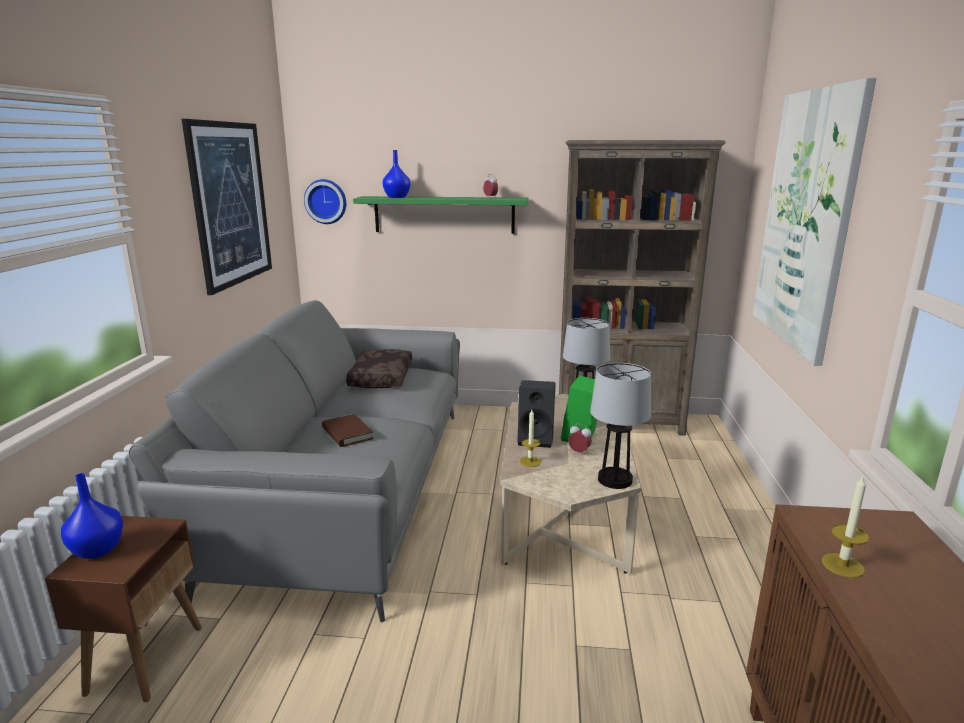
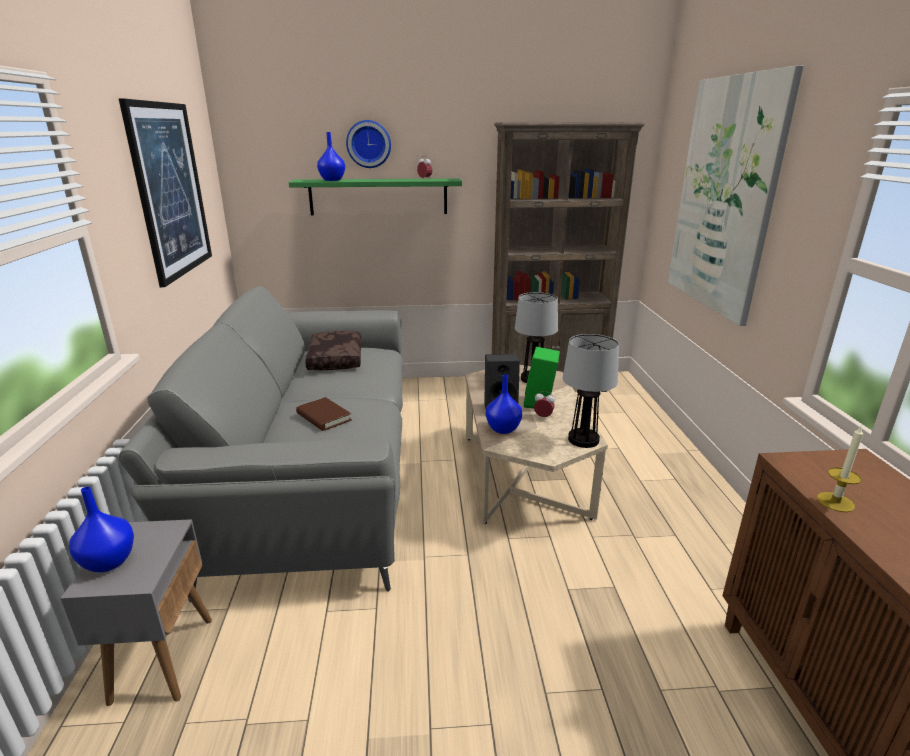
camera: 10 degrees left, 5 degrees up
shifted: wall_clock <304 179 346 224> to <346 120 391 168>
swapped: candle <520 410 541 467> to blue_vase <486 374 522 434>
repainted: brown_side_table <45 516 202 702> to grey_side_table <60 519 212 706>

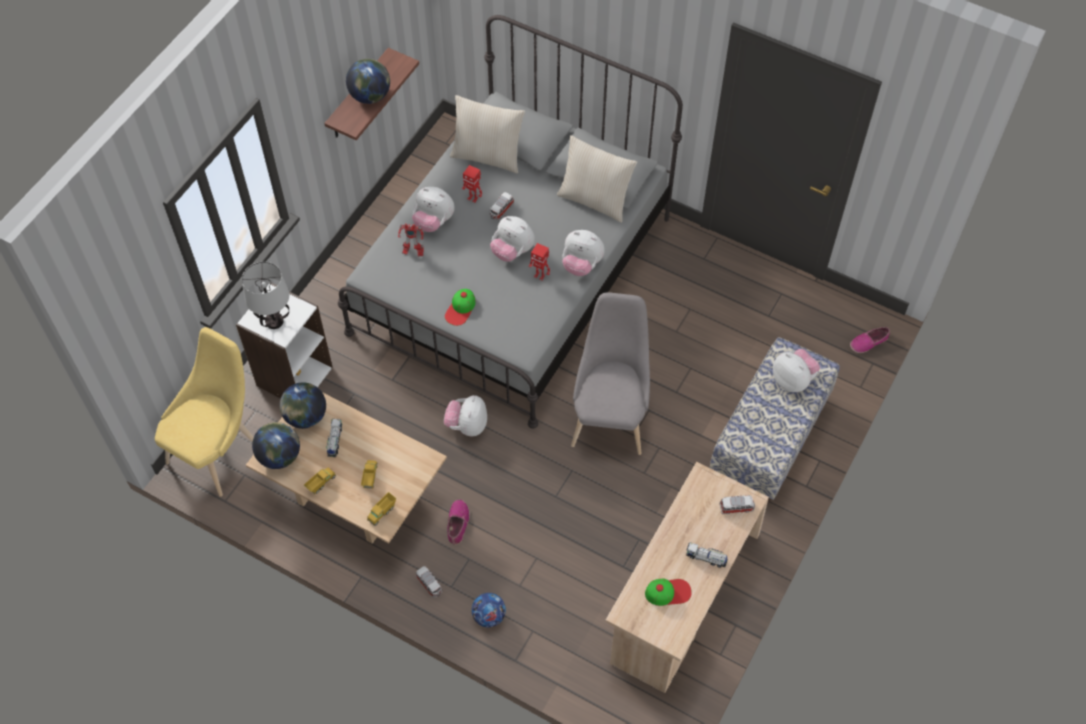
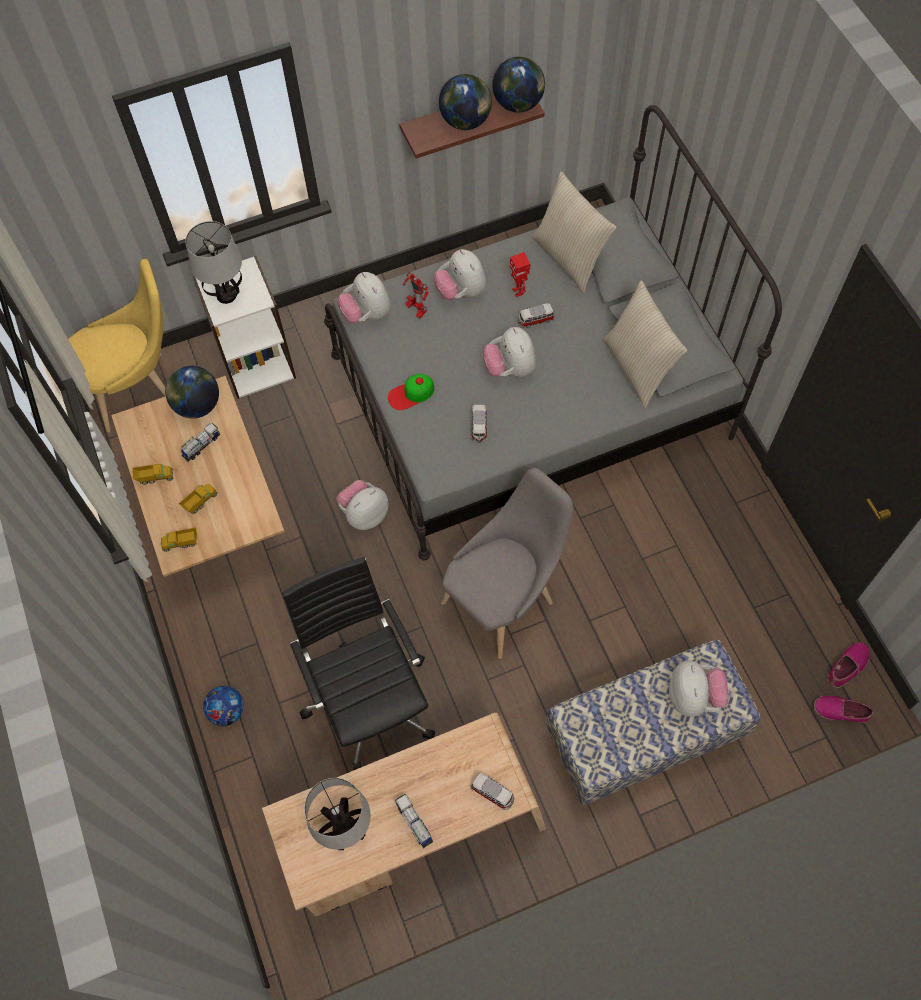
camera: 40 degrees right, 5 degrees up
gone: toy_robot <528 243 550 281>
new: black_office_chair <282 557 435 770>
shifted: plush_toy <562 230 605 276> to <338 272 391 324>; toy_car <415 566 442 597> to <471 405 487 442>; globe <252 422 300 469> to <492 57 545 112>; shoe <447 499 470 545> to <828 642 870 688>
swapped: cap <645 578 692 606> to table_lamp <304 778 371 850>

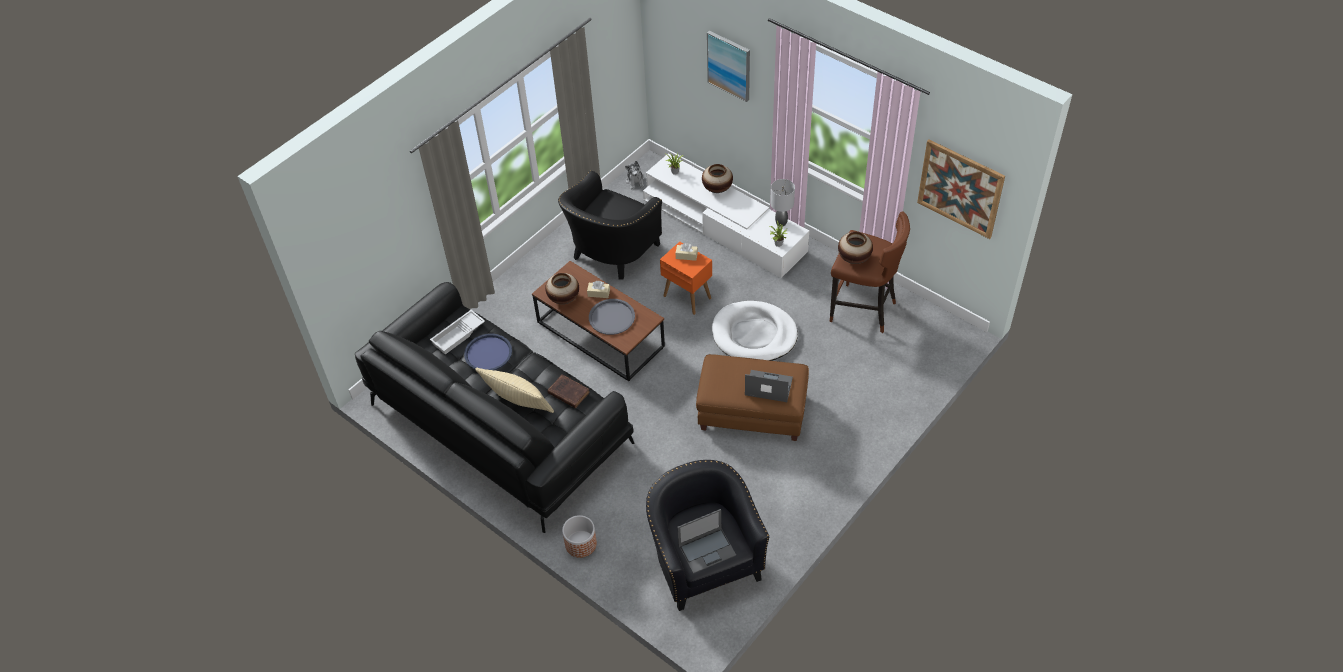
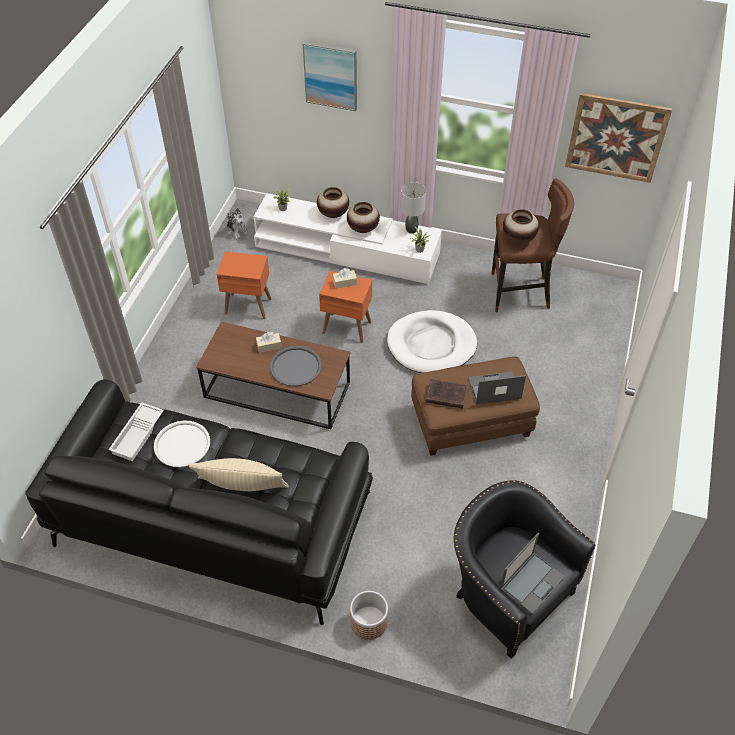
camera: 25 degrees left, 0 degrees up
shifted: vase <545 273 579 304> to <347 202 380 233>; brown_book <547 374 590 408> to <426 379 467 408>
swapped: black_armchair <558 170 662 280> to orange_side_table <217 251 271 319>
repainted: blue_tray <464 333 512 370> to white_tray <154 421 210 467>

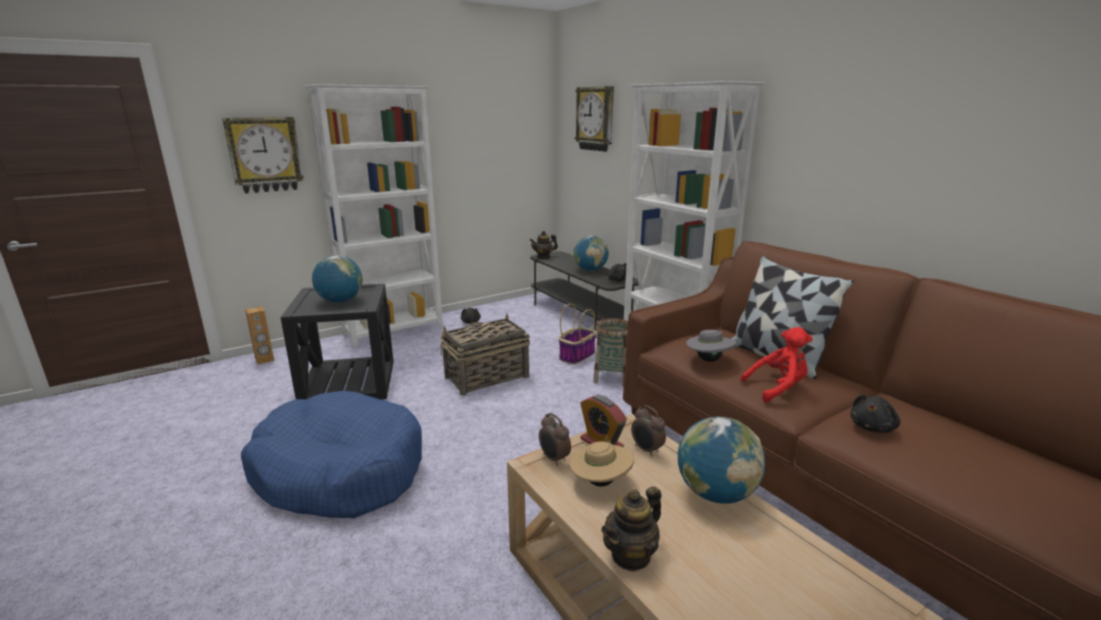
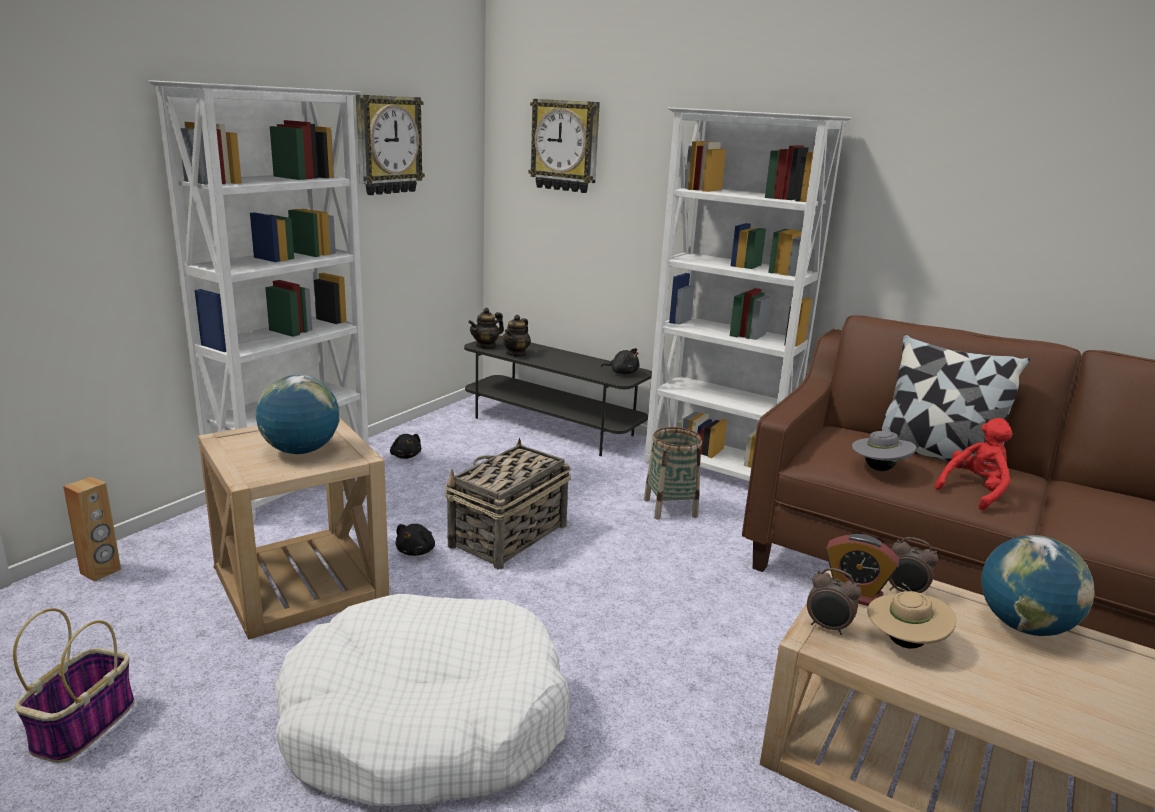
camera: 25 degrees left, 0 degrees up
gone: globe <573 236 609 271>
shifted: basket <558 304 596 365> to <13 608 135 763>; wall_clock <222 117 304 194> to <356 94 425 195>; black_plush_toy <851 394 901 433> to <395 524 435 556>; teapot <601 486 661 572> to <502 314 531 357>
repainted: black_side_table <281 284 394 400> to beige_side_table <198 417 389 639>; blue_dog_bed <241 391 422 518> to white_dog_bed <275 594 569 807>

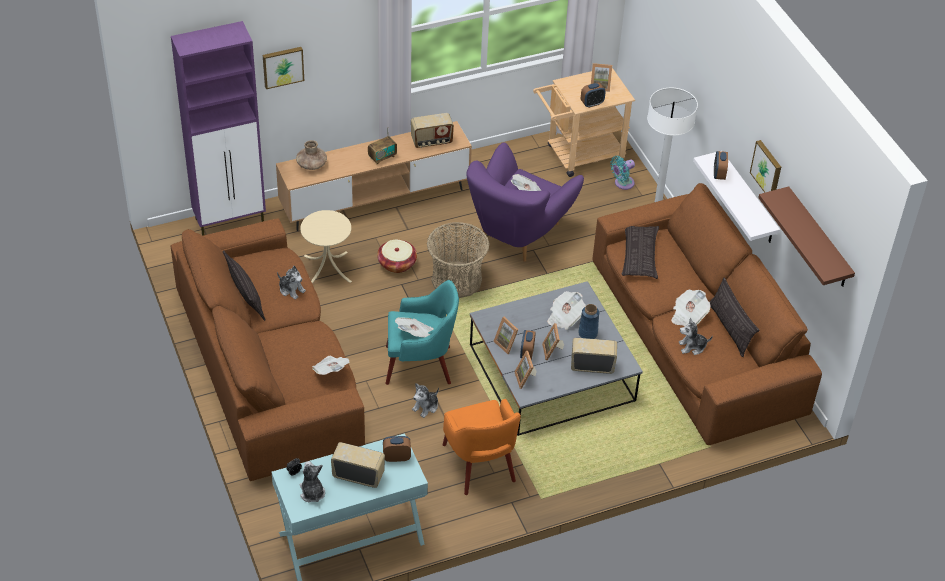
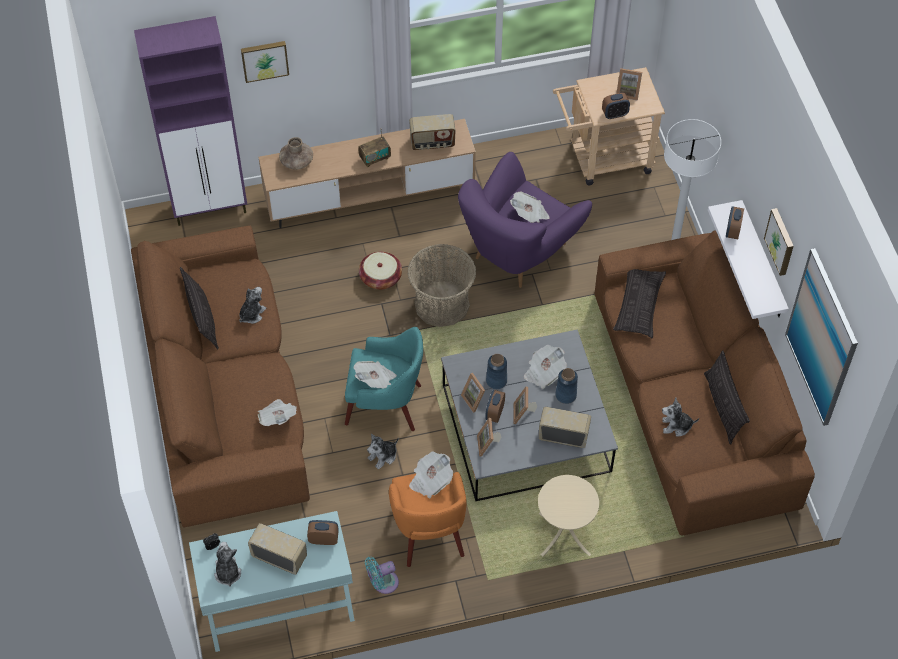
camera: 10 degrees right, 10 degrees up
new: blue_vase <486 354 507 389>
shifted: turquoise_fan <610 156 635 190> to <365 557 399 594>; newspaper <671 290 710 326> to <409 451 453 498>; beige_side_table <300 210 352 283> to <538 475 599 557>
swapped: brown_shelf <758 186 855 287> to picture <785 248 858 426>
rotated: plush_toy <277 266 306 300> = <239 287 266 324> 105 degrees counterclockwise

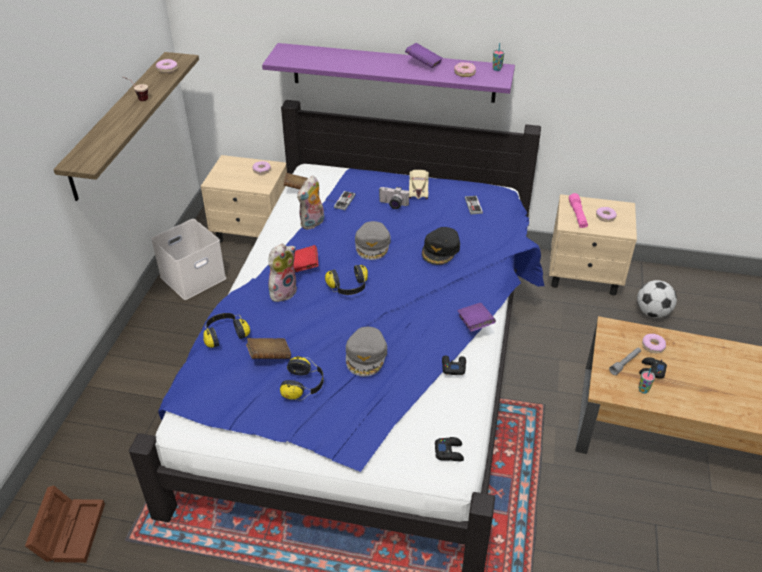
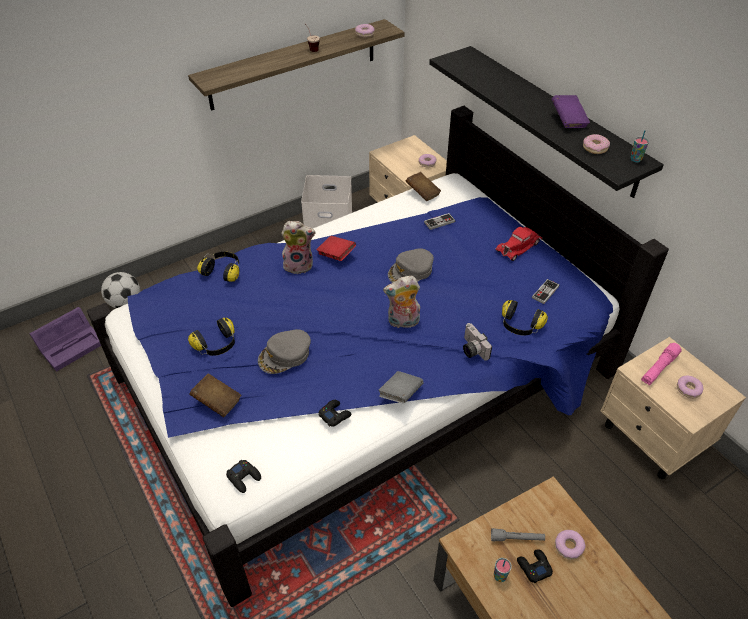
camera: 45 degrees right, 5 degrees up
gone: black_cap <422 227 460 265>
shifted: football <637 280 677 318> to <101 272 140 308>; brown_book <246 338 291 359> to <189 373 242 417>; plush_toy <297 175 324 230> to <383 276 420 328>; photo_camera <379 187 409 209> to <463 323 492 361>; headphones <325 265 368 295> to <502 300 548 336>
repainted: brown_storage_box <25 485 105 563> to purple_storage_box <29 307 101 372>; purple_book <458 303 496 332> to grey_book <379 371 423 404>; purple_shelf <262 43 515 103> to black_shelf <429 46 664 198>; beige_toy_car <409 170 429 199> to red_toy_car <495 227 542 261>

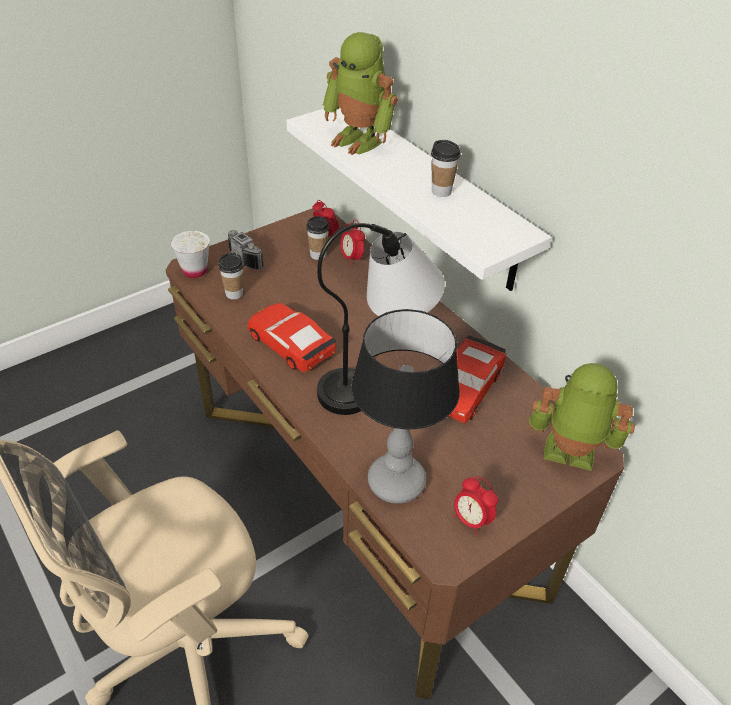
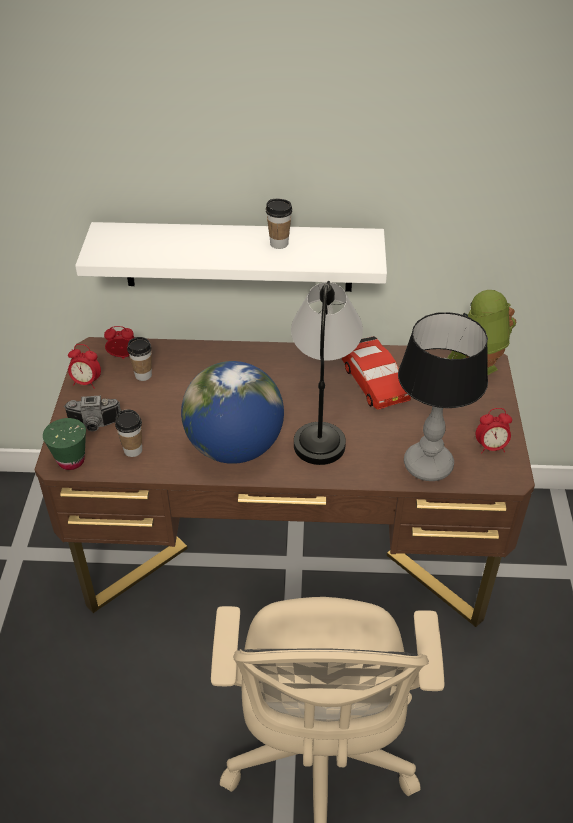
camera: 50 degrees left, 0 degrees up
gone: toy_robot <322 32 398 155>
shifted: alarm_clock <340 219 365 266> to <68 344 101 389>
swapped: red_toy_car <247 303 337 372> to globe <181 361 284 464>
repainted: white_cup <171 231 210 278> to green_cup <43 418 86 470>

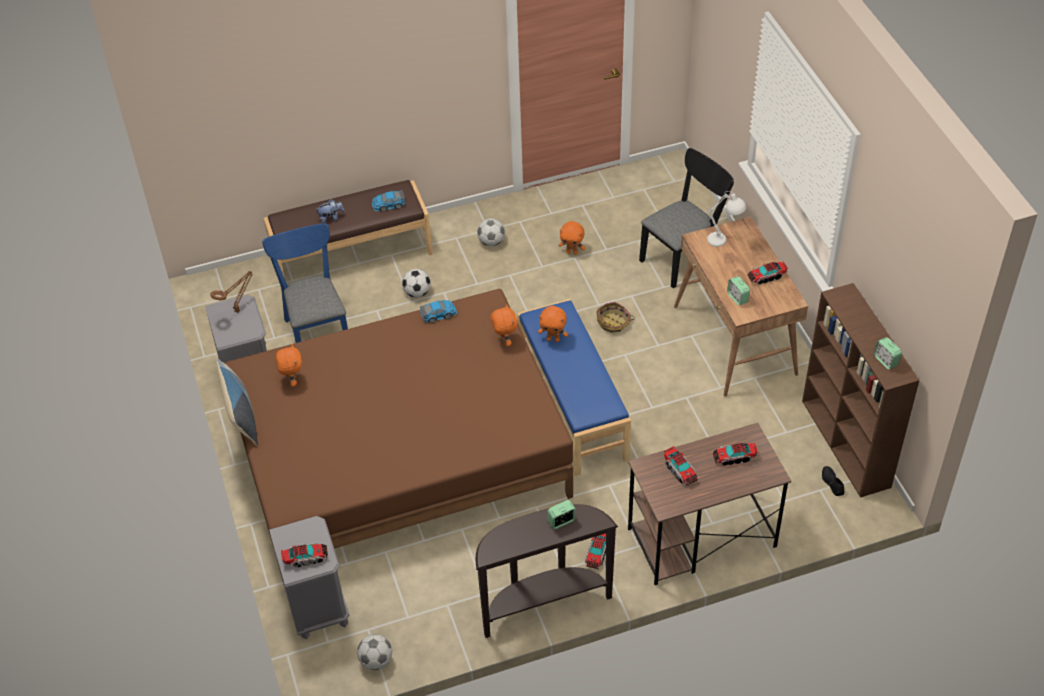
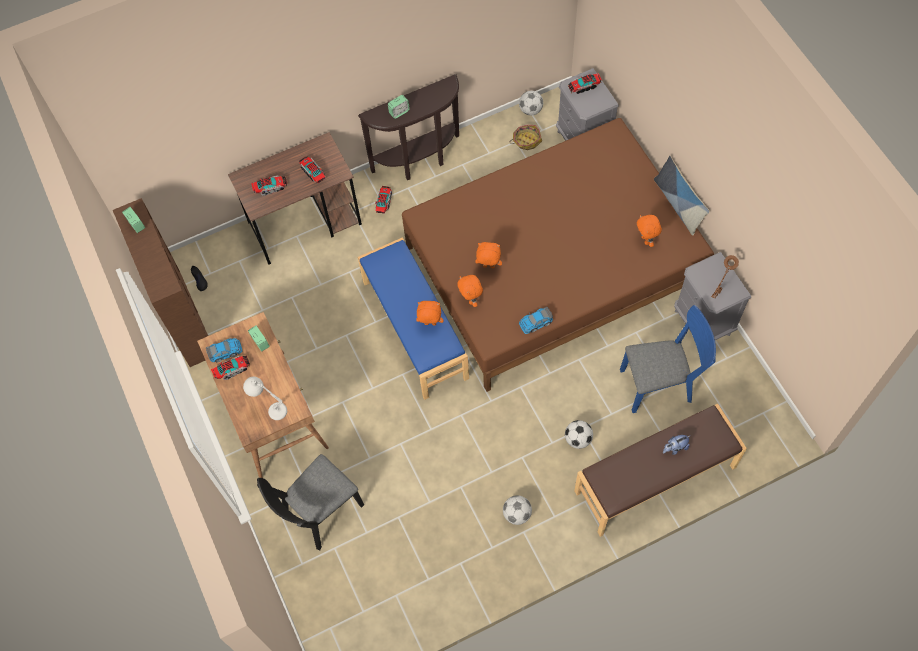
camera: 175 degrees right, 15 degrees up
shifted: toy_car <372 190 405 211> to <206 338 242 362>; orange_plush_toy <559 221 585 255> to <475 242 502 268>; basket <596 302 635 333> to <510 125 542 150>
rotated: blue_chair <262 223 348 343> = <620 305 716 413> 75 degrees counterclockwise

